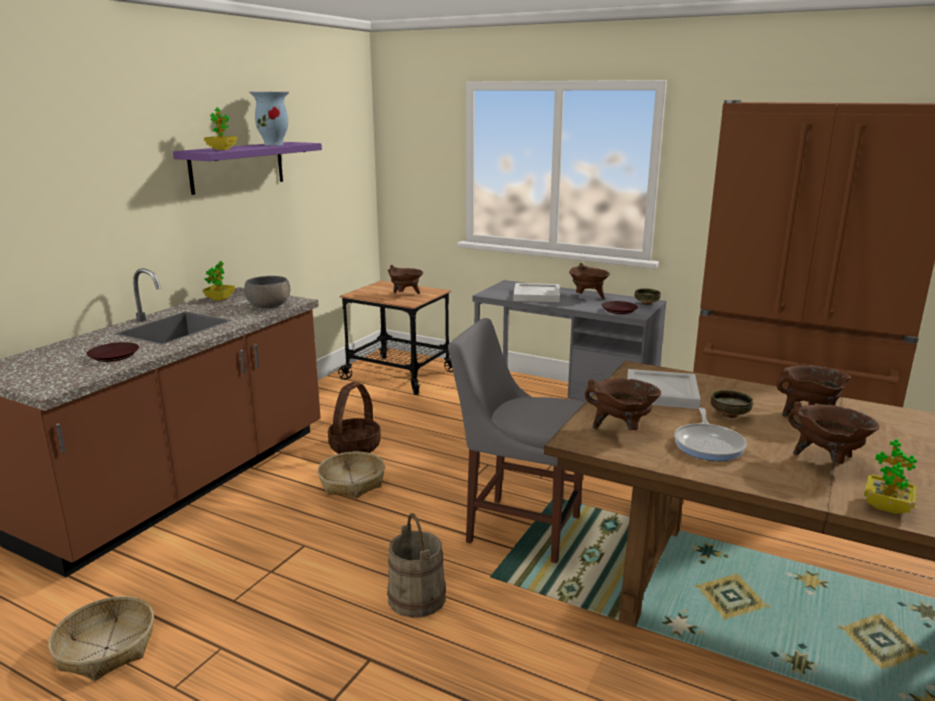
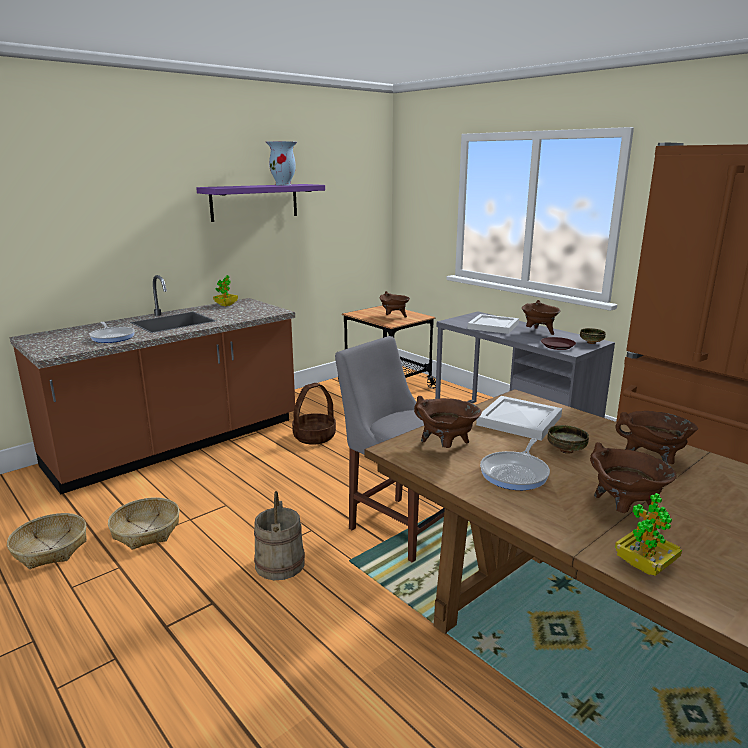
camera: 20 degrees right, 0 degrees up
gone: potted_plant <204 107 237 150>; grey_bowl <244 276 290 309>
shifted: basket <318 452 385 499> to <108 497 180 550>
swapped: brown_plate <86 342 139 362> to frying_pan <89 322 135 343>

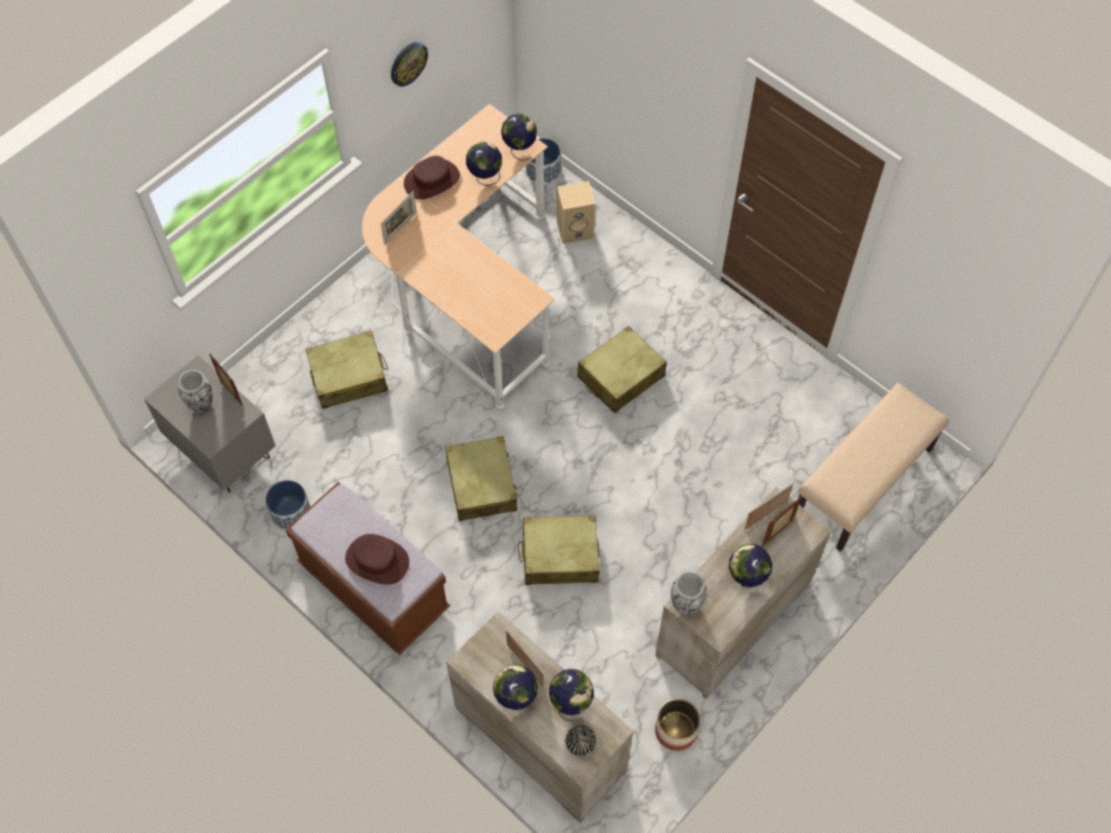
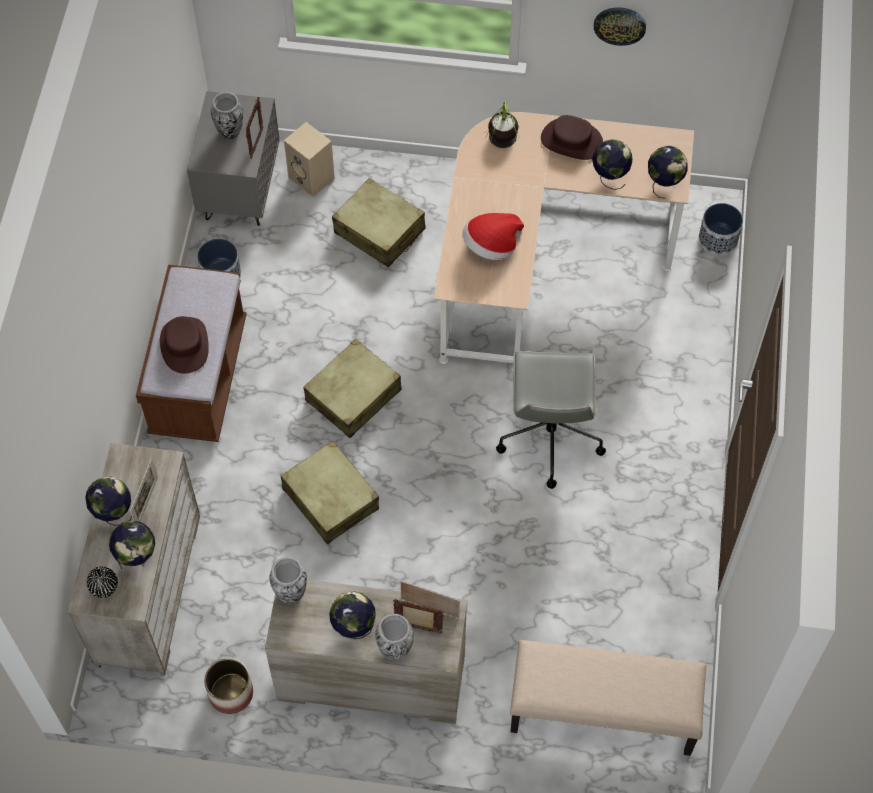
camera: 55 degrees right, 0 degrees up
new: vase <375 614 414 660>; hat <462 213 524 260>
shifted: beige_speaker <557 181 595 244> to <284 122 335 197>
swapped: picture_frame <381 191 417 245> to potted_plant <483 101 518 148>; beige_suitcase <577 326 667 413> to grey_office_chair <496 351 606 489>

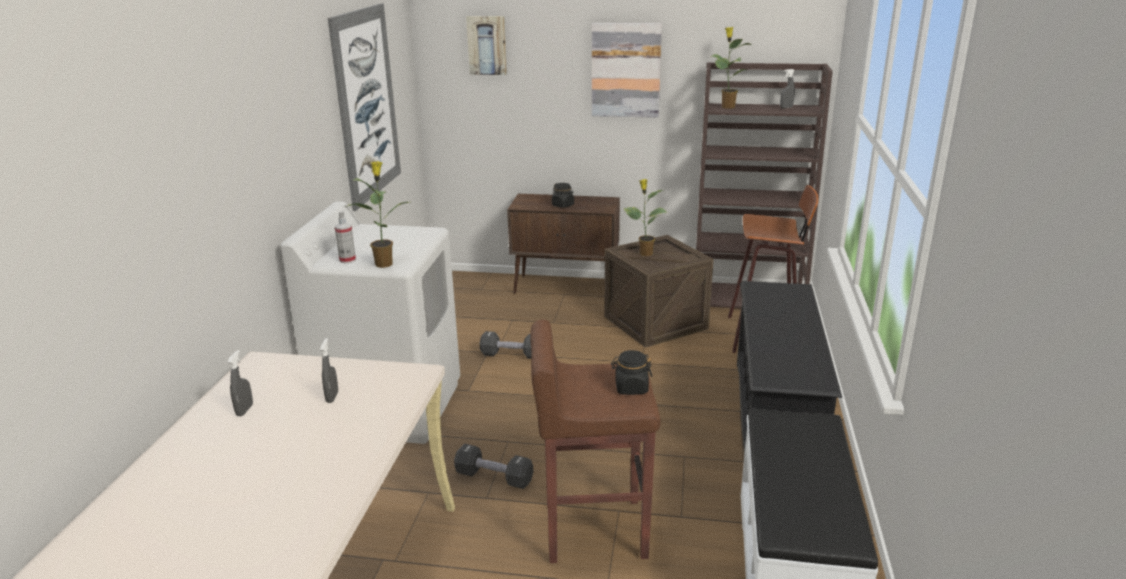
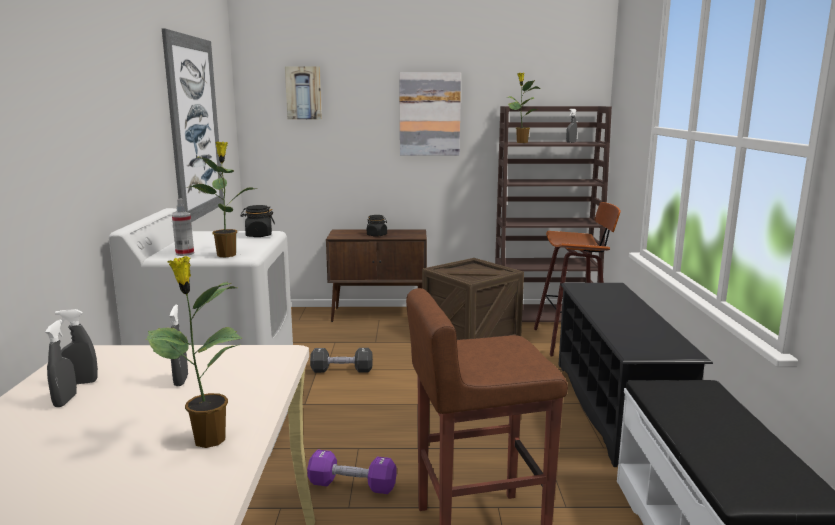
camera: 10 degrees left, 10 degrees down
new: grey_spray_bottle <55 309 98 384>
shifted: potted_plant <623 179 667 256> to <146 256 242 448>; black_jar <611 350 653 395> to <240 205 275 237>
repainted: black_dumbbell <454 444 533 489> to purple_dumbbell <307 450 397 494>

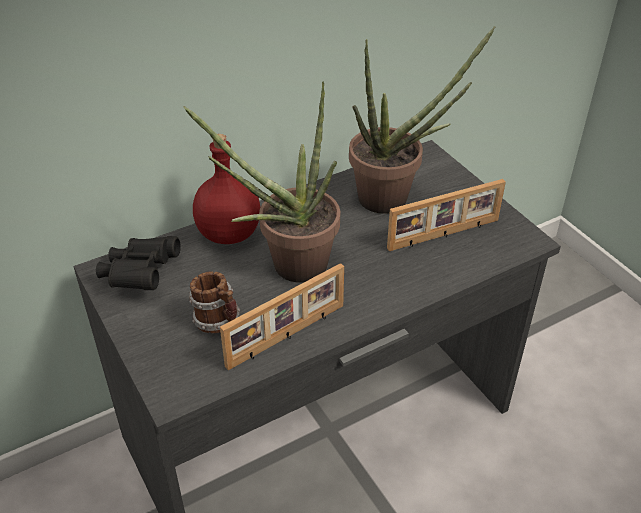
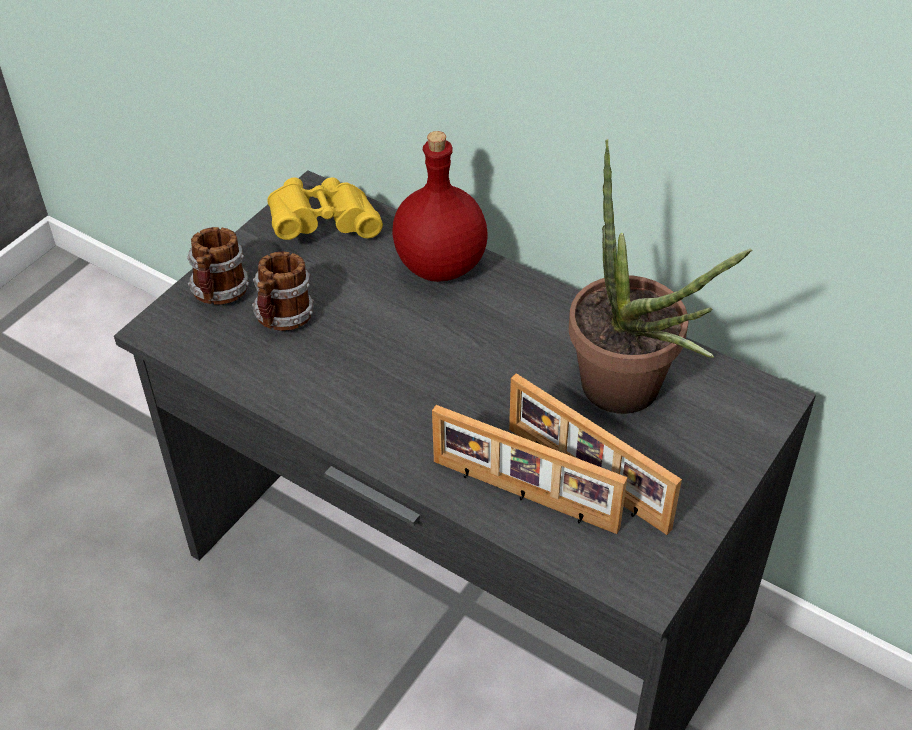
camera: 65 degrees right, 5 degrees up
gone: potted_plant <183 81 340 283>
new: mug <187 227 249 305>
shifted: picture_frame <220 263 344 370> to <432 405 628 534>
repainted: black_binoculars <96 236 181 290> to yellow_binoculars <267 177 383 240>

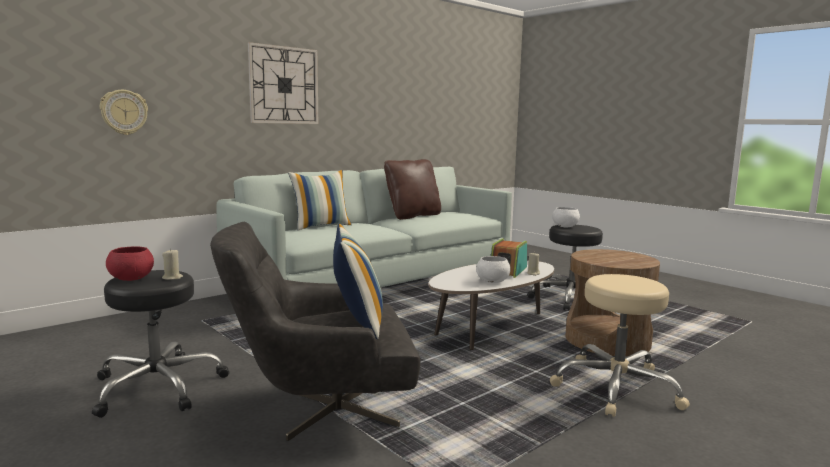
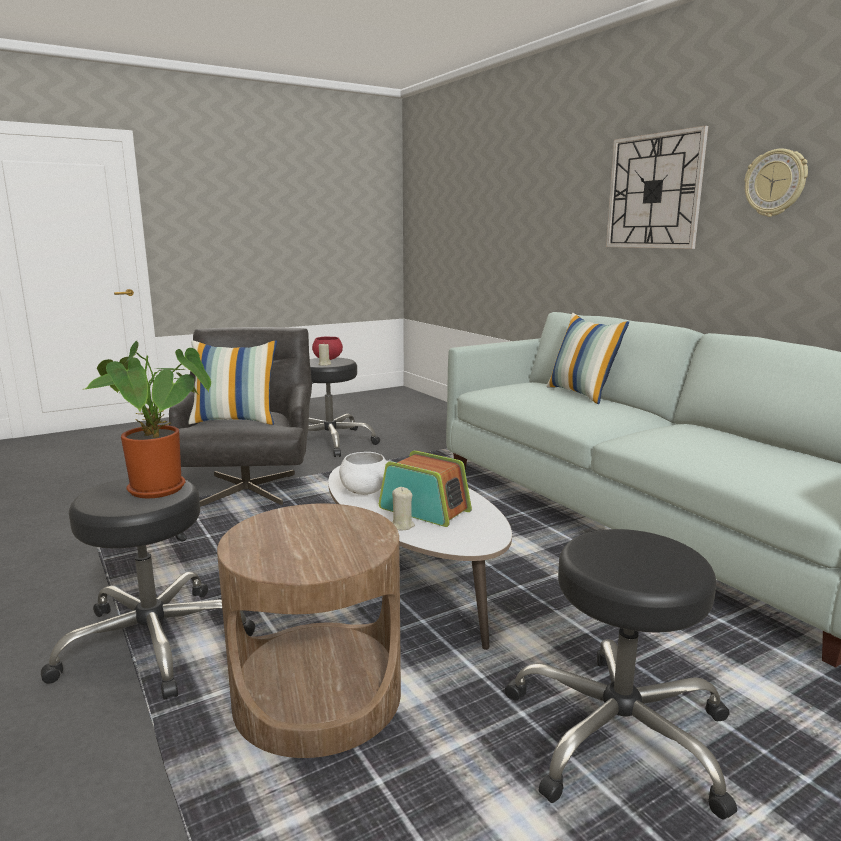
camera: 100 degrees right, 5 degrees up
gone: brown_pillow <384 159 441 220>; white_bowl <552 207 580 228>
new: potted_plant <82 340 211 499>
shifted: wall_clock <100 90 148 135> to <745 149 808 217>
repainted: beige_stool <550 274 690 417> to black_stool <41 478 255 700>

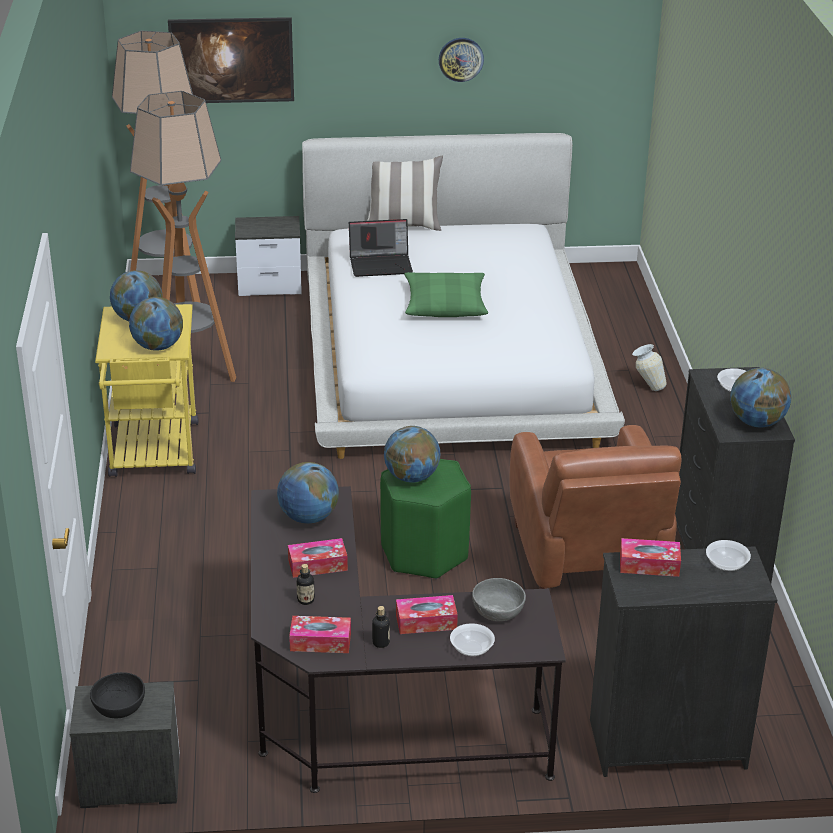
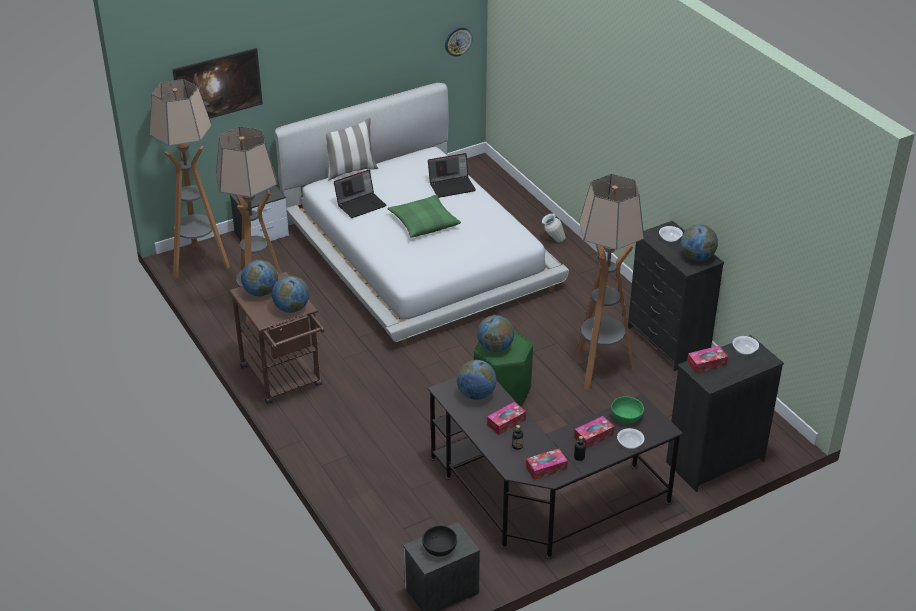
camera: 25 degrees left, 5 degrees up
new: laptop <428 153 476 198>
shifted: wall_clock <439 38 484 82> to <445 27 473 57>
swapped: brown_armchair <509 425 681 589> to floor_lamp <577 174 644 390>
repainted: yellow_cart <95 304 198 477> to brown_cart <229 272 324 404>; grey_bowl <472 578 526 621> to green_bowl <611 396 644 424>

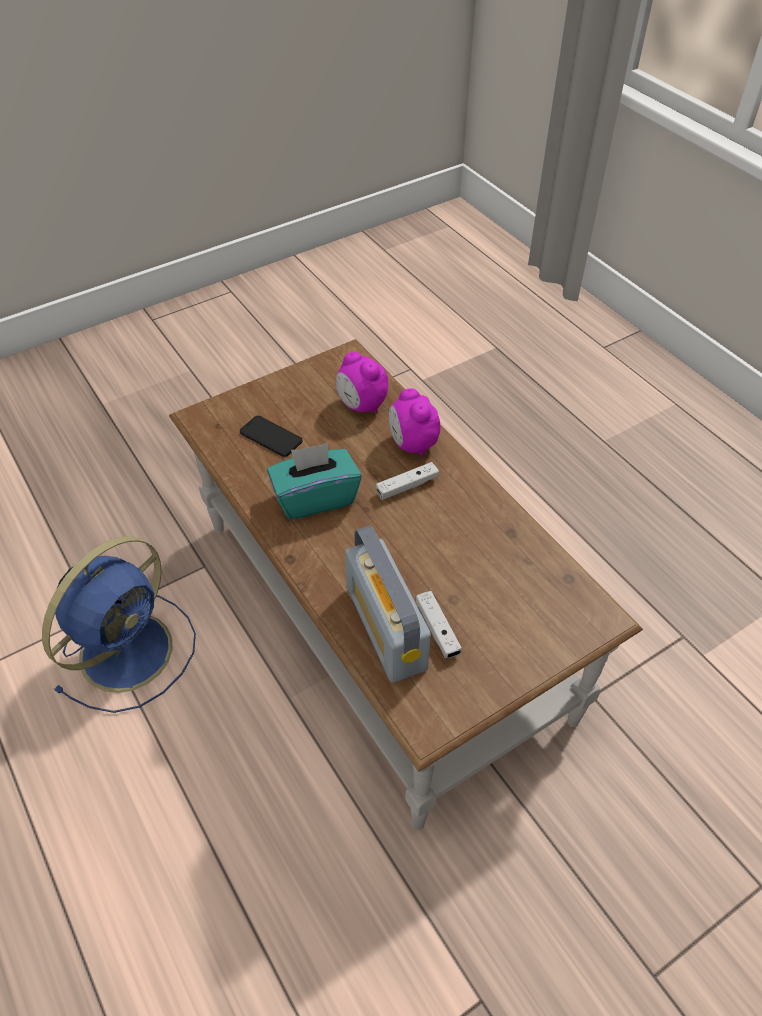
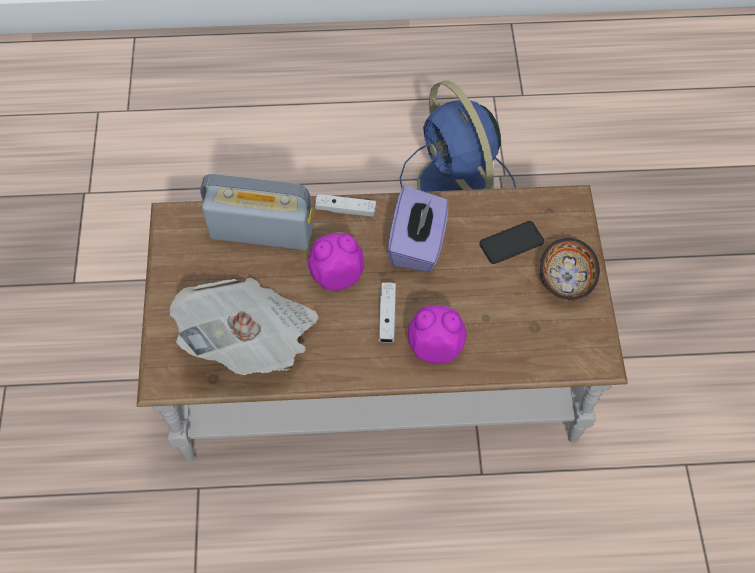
camera: 120 degrees right, 10 degrees up
new: newspaper <169 278 318 375>; bowl <540 238 600 301>
shifted: alarm_clock <336 352 388 413> to <308 233 364 291>; white_game_controller <416 591 462 658> to <315 194 376 217>
repainted: turquoise_tissue_box <267 443 362 520> to purple_tissue_box <387 186 448 272>

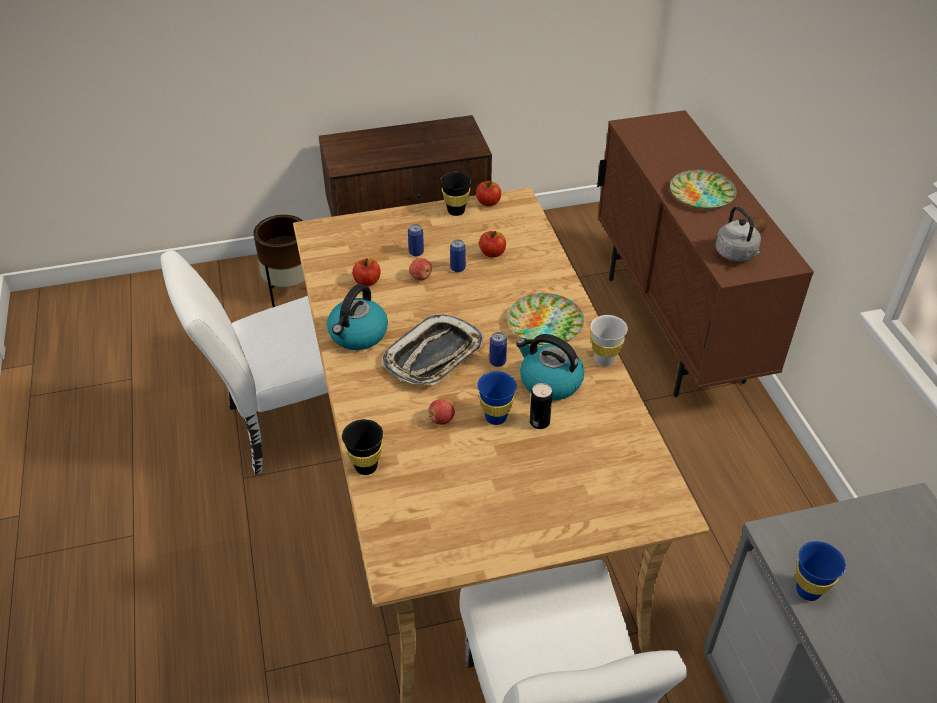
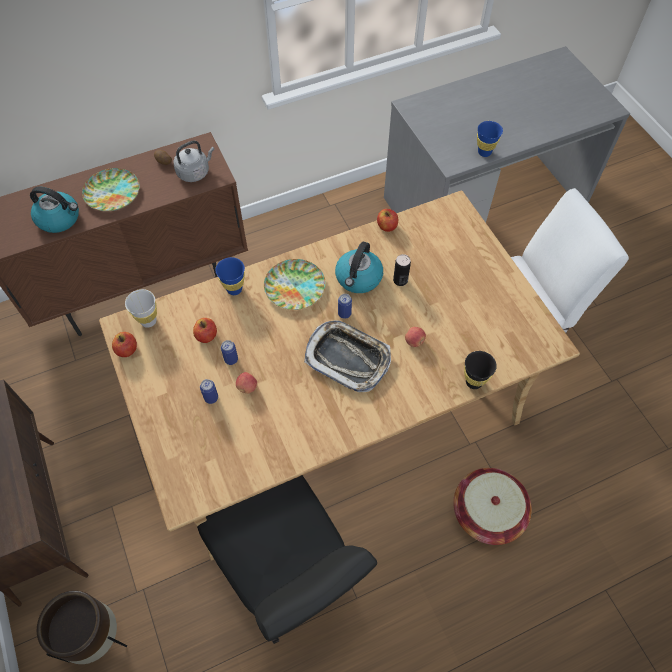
camera: 100 degrees left, 15 degrees up
gone: black_cup <440 171 471 216>
new: basket <453 468 532 545>
shifted: kettle <327 284 388 350> to <30 187 79 233>; white_cup <591 315 628 366> to <125 289 157 328>; blue_cup <477 371 517 425> to <215 257 245 295>; apple <352 258 381 286> to <377 209 398 232>
repainted: white_chair <161 250 328 475> to black_chair <197 475 377 644>

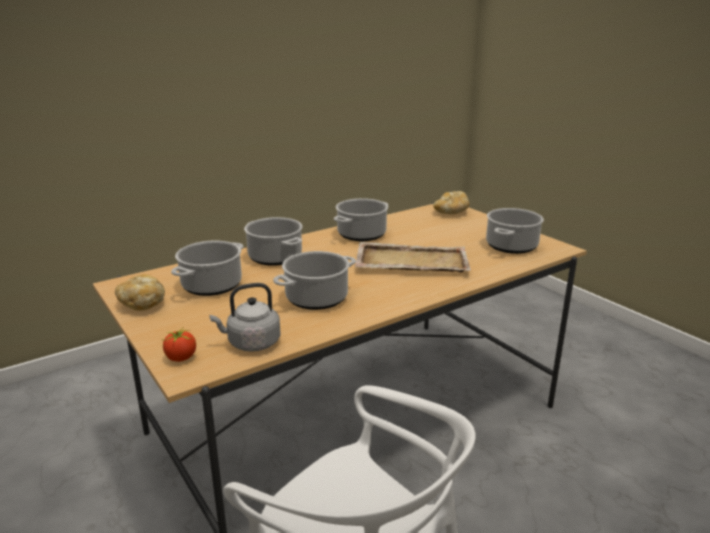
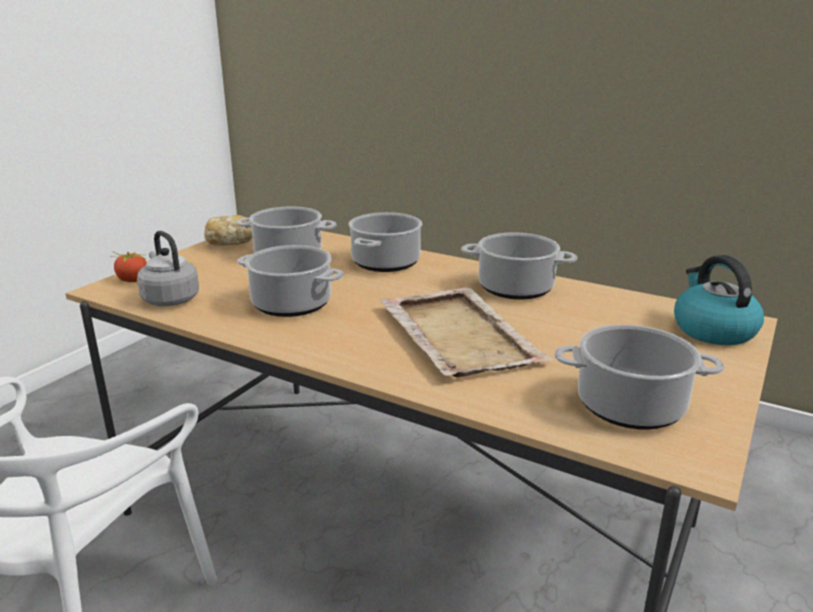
camera: 65 degrees right, 0 degrees up
swapped: bread <433 191 470 214> to kettle <674 255 764 345>

